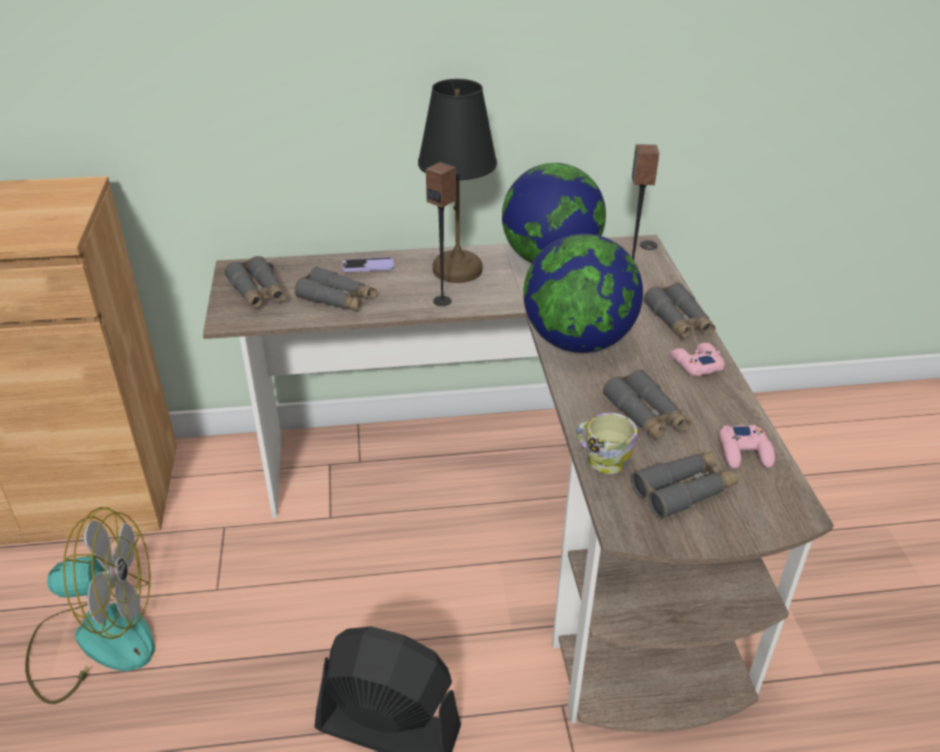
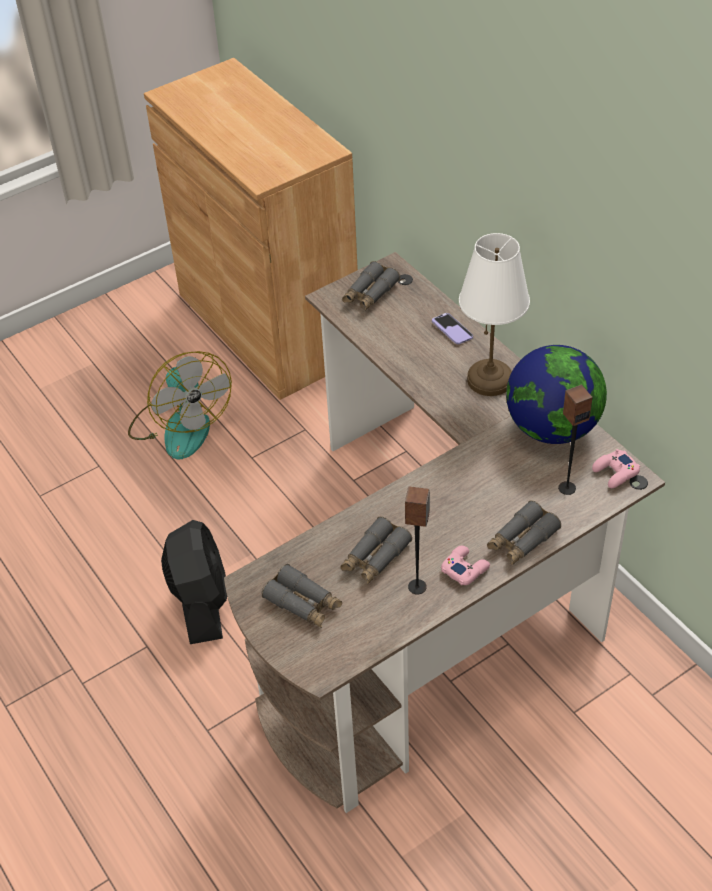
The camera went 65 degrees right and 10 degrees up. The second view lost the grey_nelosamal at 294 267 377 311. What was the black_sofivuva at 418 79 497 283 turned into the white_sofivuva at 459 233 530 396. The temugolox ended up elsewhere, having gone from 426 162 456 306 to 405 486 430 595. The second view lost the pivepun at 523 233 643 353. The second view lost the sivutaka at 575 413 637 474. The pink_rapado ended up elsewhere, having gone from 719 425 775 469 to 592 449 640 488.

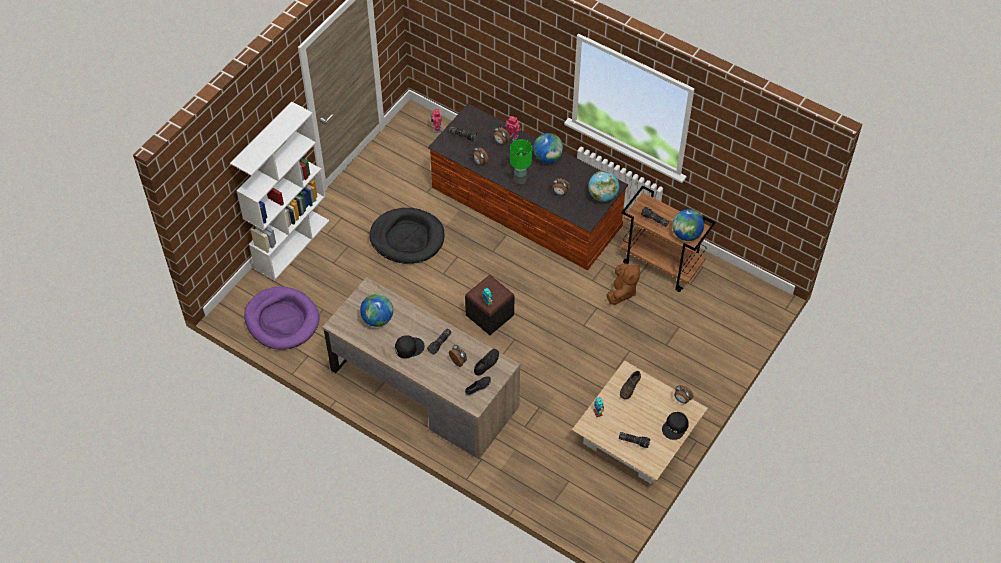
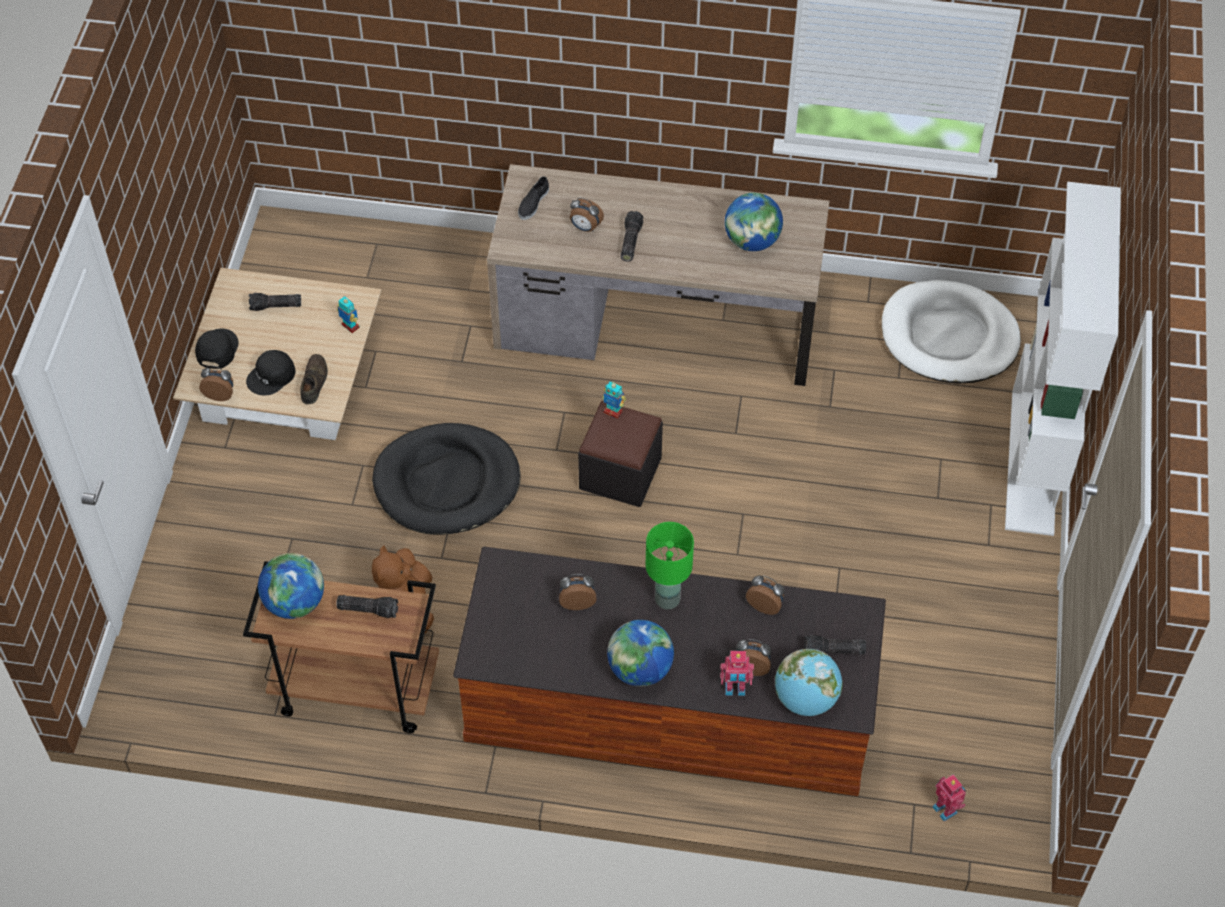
The camera went 155 degrees right and 0 degrees up. What was the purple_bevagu at 244 286 319 350 turned into the white_bevagu at 882 280 1021 384. The black_bevagu ended up elsewhere, having gone from 369 208 444 264 to 372 423 521 535. The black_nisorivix ended up elsewhere, having gone from 395 335 425 359 to 246 350 296 395. The second view lost the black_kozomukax at 474 349 499 375. The pivepun ended up elsewhere, having gone from 588 171 619 202 to 775 649 843 716.

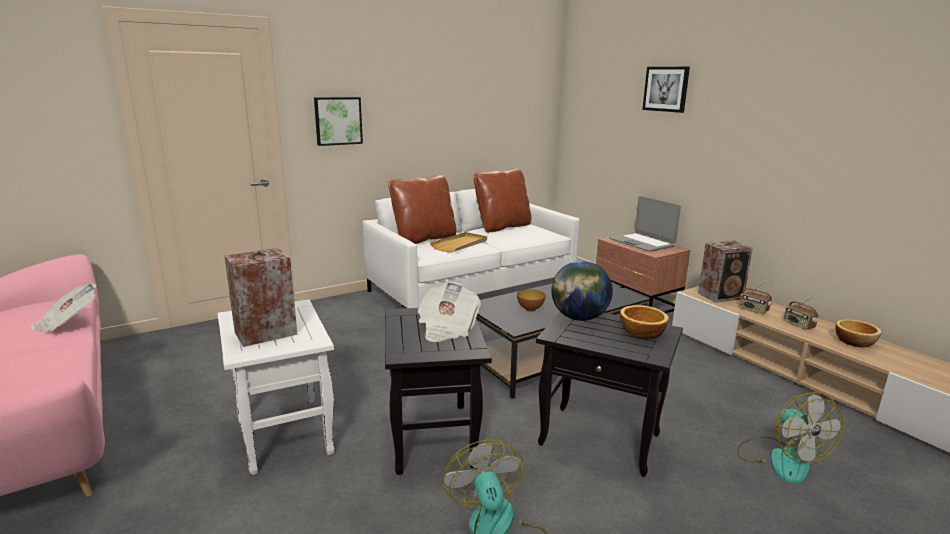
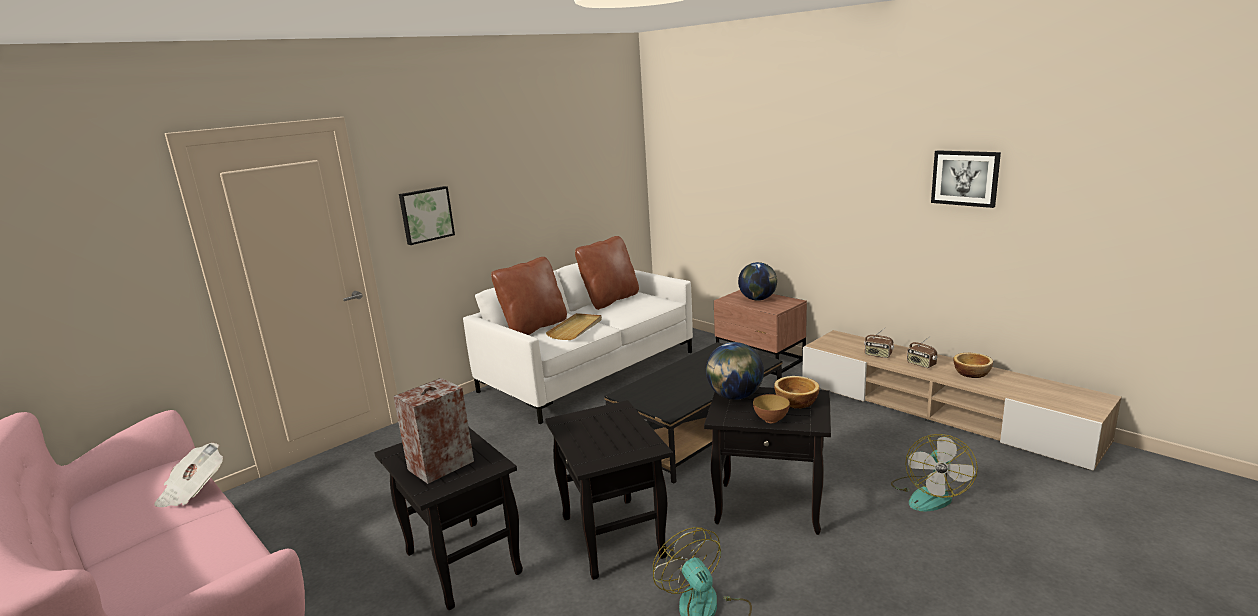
The camera went 10 degrees left and 0 degrees up. What was the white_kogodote at 217 299 335 475 turned into the black_kogodote at 375 428 523 610. The second view lost the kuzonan at 417 282 481 342. The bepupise ended up elsewhere, having gone from 517 290 546 312 to 753 394 790 423. Where the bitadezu stood at 609 196 681 251, the pivepun came to stand at 738 262 777 301. The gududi ended up elsewhere, having gone from 642 67 690 113 to 931 150 1001 208. The second view lost the temugolox at 698 241 753 303. The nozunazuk at 737 392 844 484 ended up facing another way, 45 degrees clockwise from before.

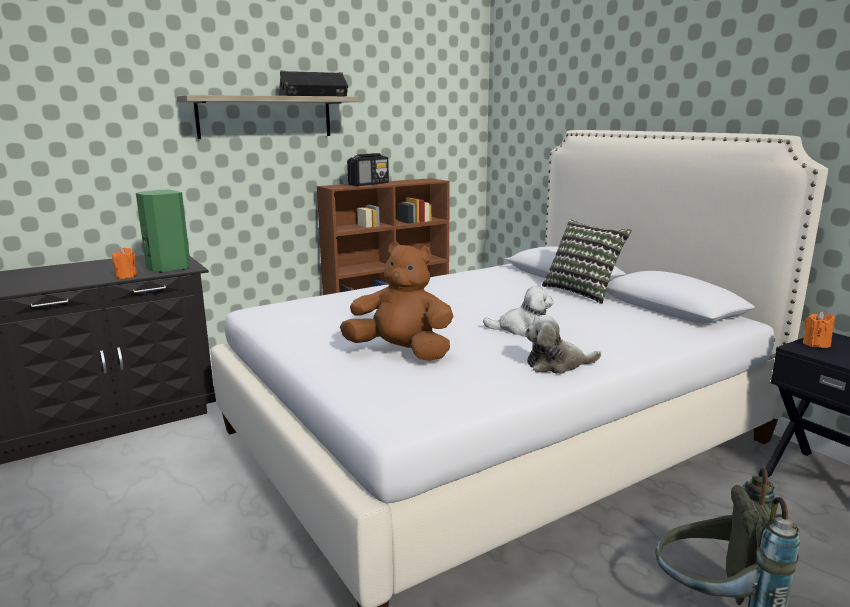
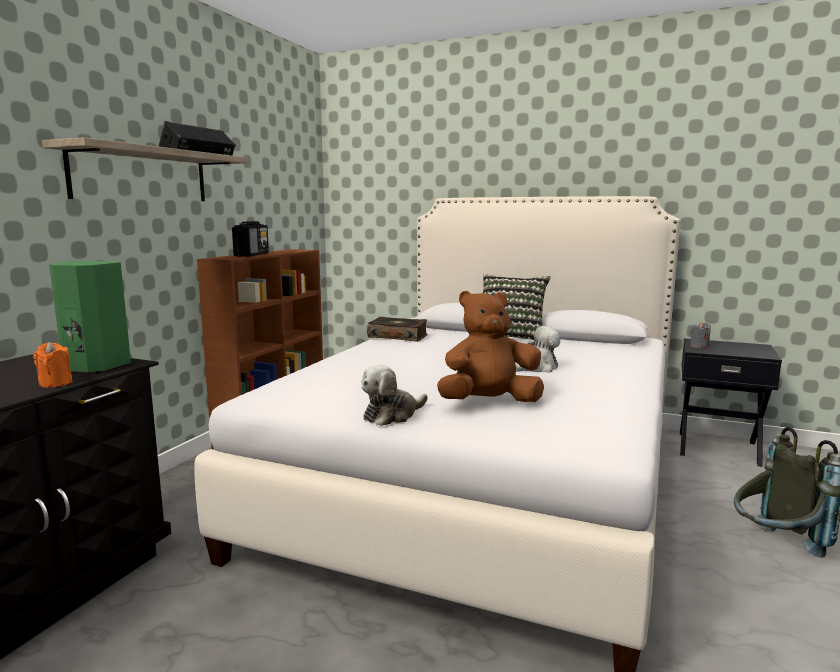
The camera went 35 degrees left and 5 degrees down. The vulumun ended up elsewhere, having gone from 525 315 601 374 to 362 365 428 426. What was the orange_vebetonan at 803 311 835 348 turned into the grey_vebetonan at 690 322 711 348. The second view gained the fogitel at 367 317 428 342.

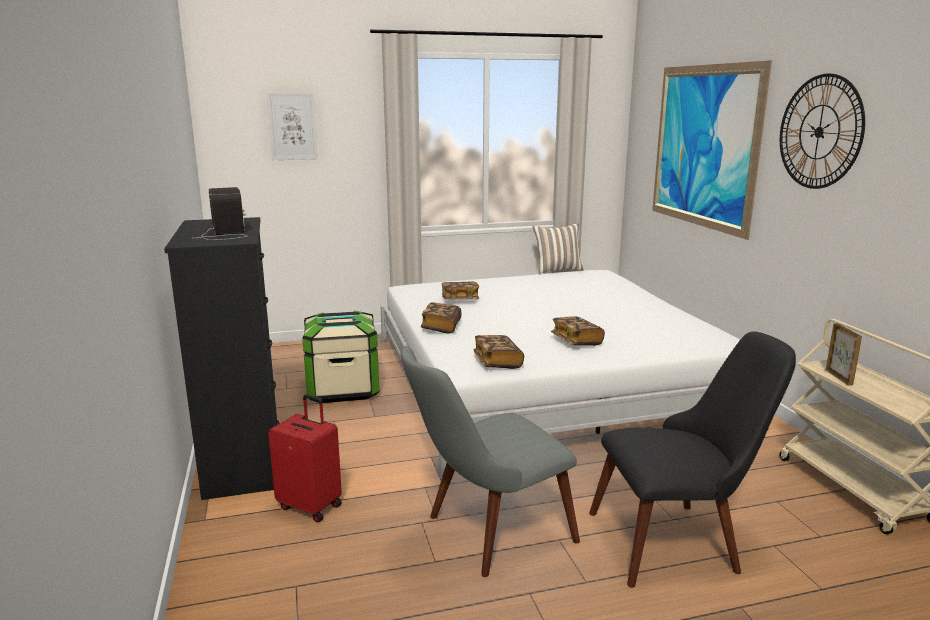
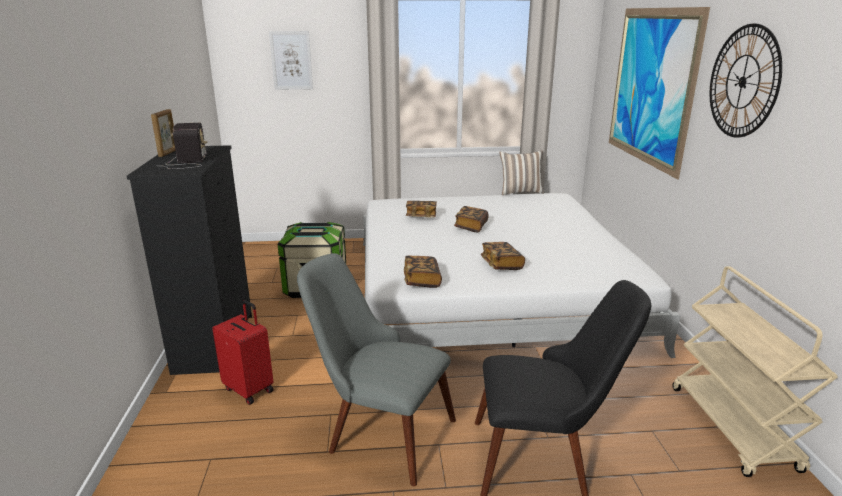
The camera went 10 degrees right and 5 degrees up. The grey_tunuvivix at 401 346 580 577 ended up facing another way, 45 degrees clockwise from before. The fogitel ended up elsewhere, having gone from 421 302 462 333 to 454 206 488 232. The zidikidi ended up elsewhere, having gone from 826 323 862 386 to 151 109 176 157.

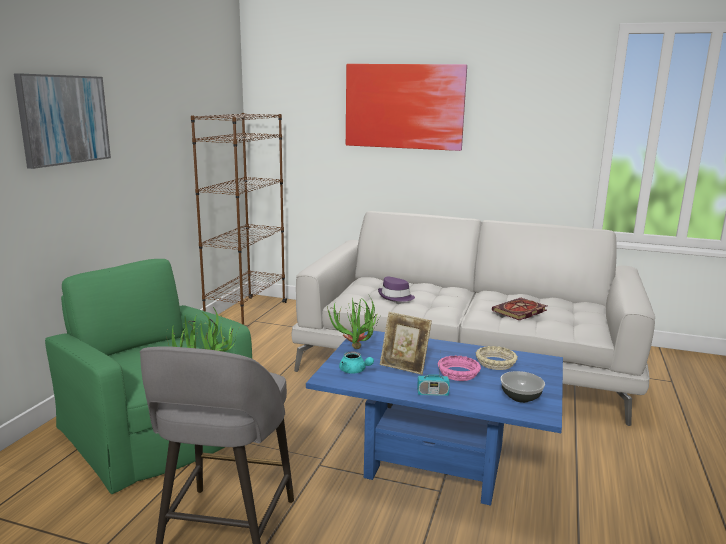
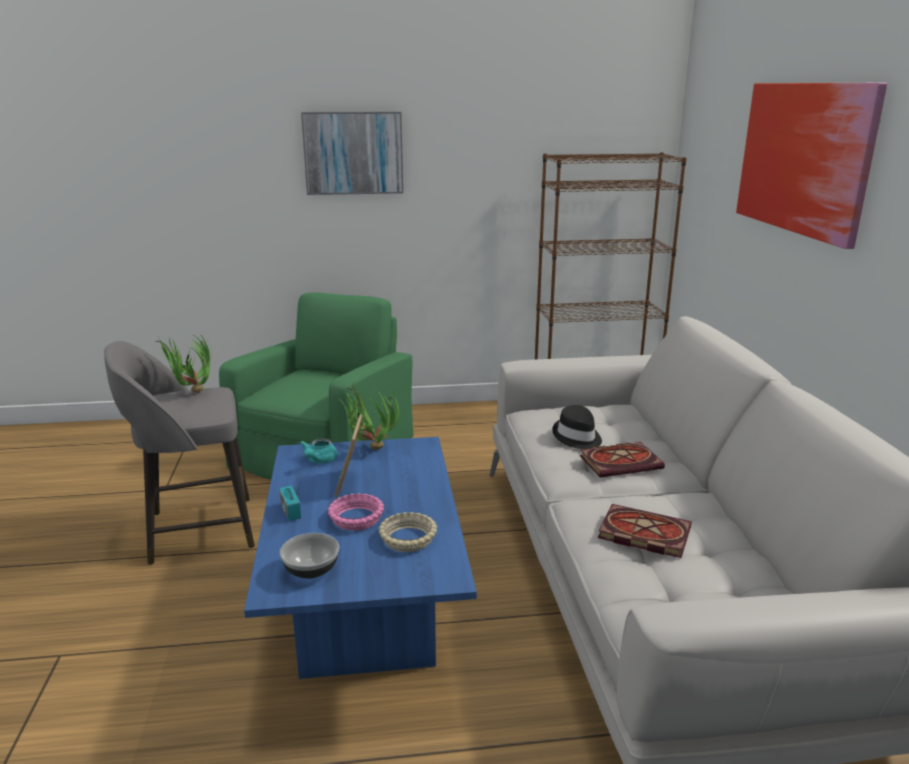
The camera went 65 degrees right and 5 degrees up. What was the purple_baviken at 378 277 415 302 turned into the black_baviken at 552 405 602 449. The second view gained the fogitel at 580 442 665 478.

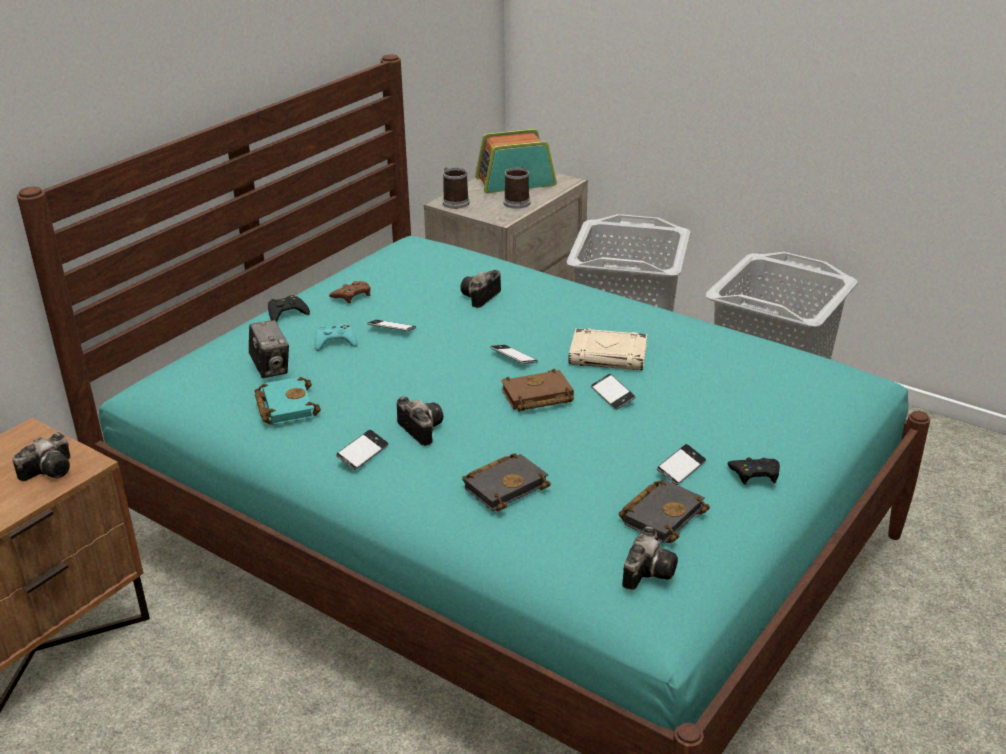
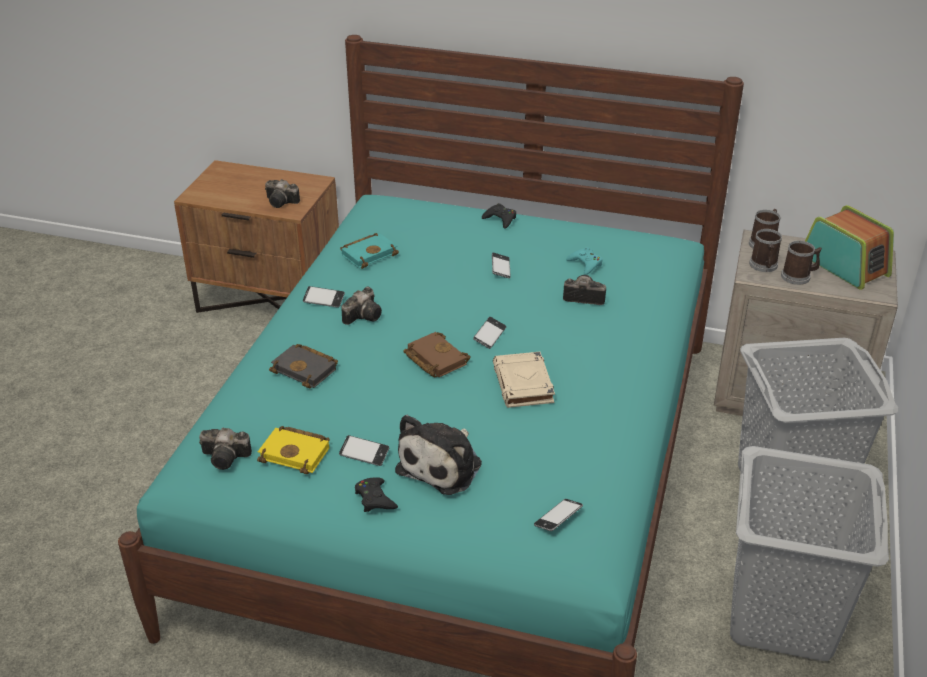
The camera went 70 degrees right and 5 degrees up. The second view lost the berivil at 249 320 289 378. The turquoise_rapado ended up elsewhere, having gone from 314 324 357 351 to 566 247 603 275. The second view lost the brown_rapado at 329 281 371 303. The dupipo ended up elsewhere, having gone from 591 374 636 410 to 534 499 583 531. What was the black_fogitel at 619 480 710 544 turned into the yellow_fogitel at 257 426 330 474. The second view gained the vulumun at 395 414 482 495. The second view gained the sivutaka at 749 229 782 272.

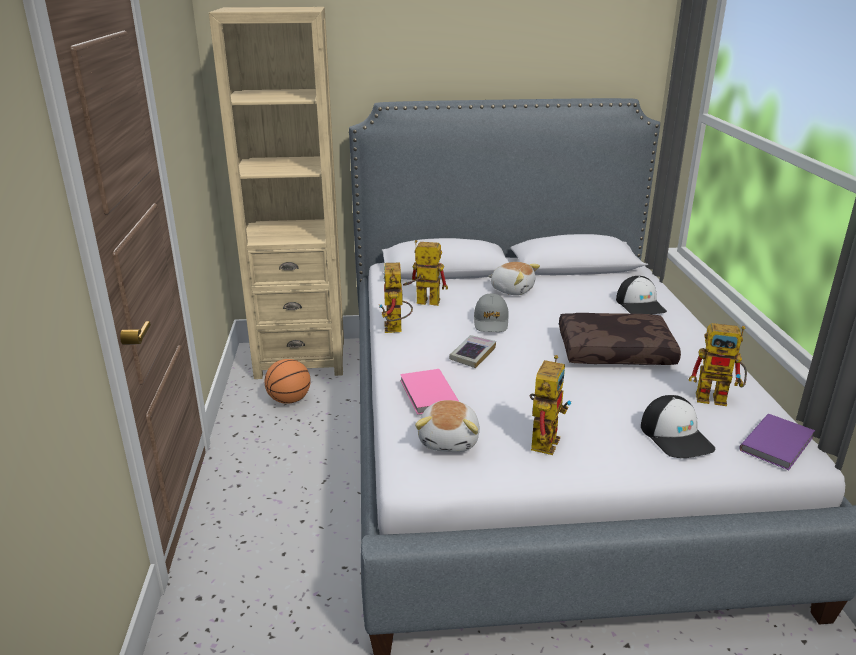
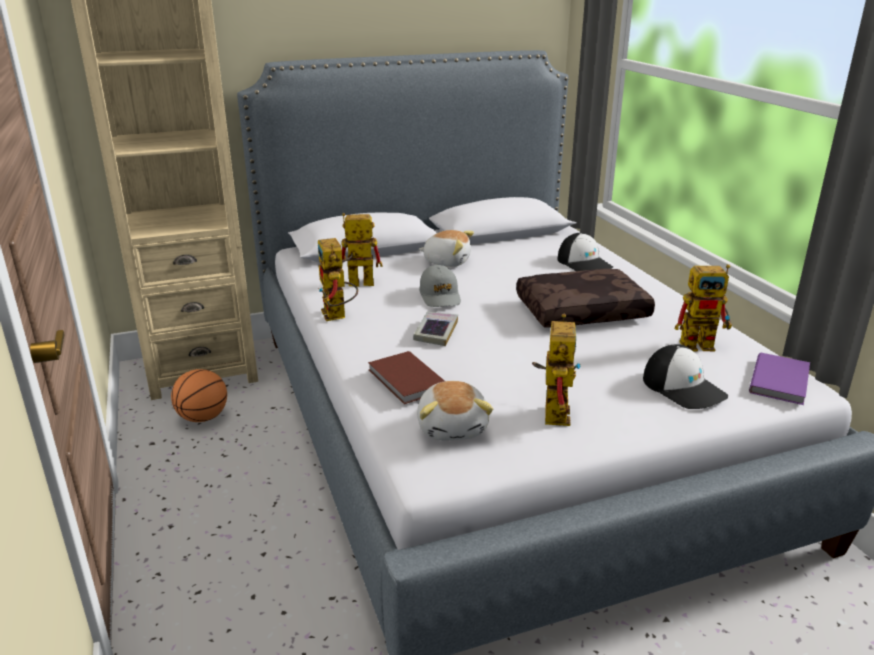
The camera went 15 degrees left and 0 degrees up. What was the pink_fogitel at 400 369 459 415 turned into the brown_fogitel at 368 351 445 404.

